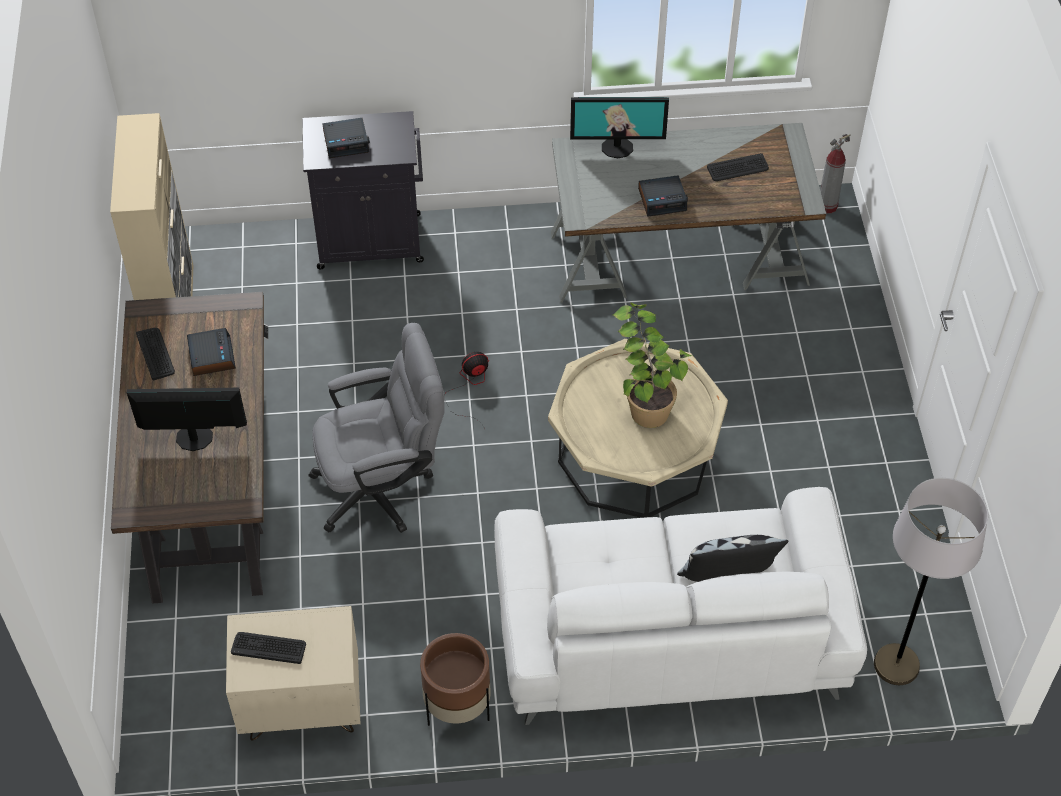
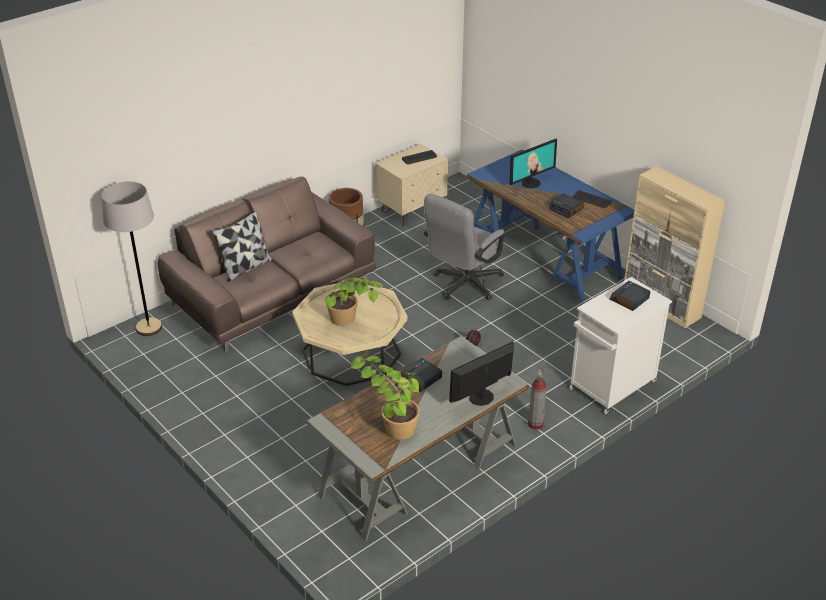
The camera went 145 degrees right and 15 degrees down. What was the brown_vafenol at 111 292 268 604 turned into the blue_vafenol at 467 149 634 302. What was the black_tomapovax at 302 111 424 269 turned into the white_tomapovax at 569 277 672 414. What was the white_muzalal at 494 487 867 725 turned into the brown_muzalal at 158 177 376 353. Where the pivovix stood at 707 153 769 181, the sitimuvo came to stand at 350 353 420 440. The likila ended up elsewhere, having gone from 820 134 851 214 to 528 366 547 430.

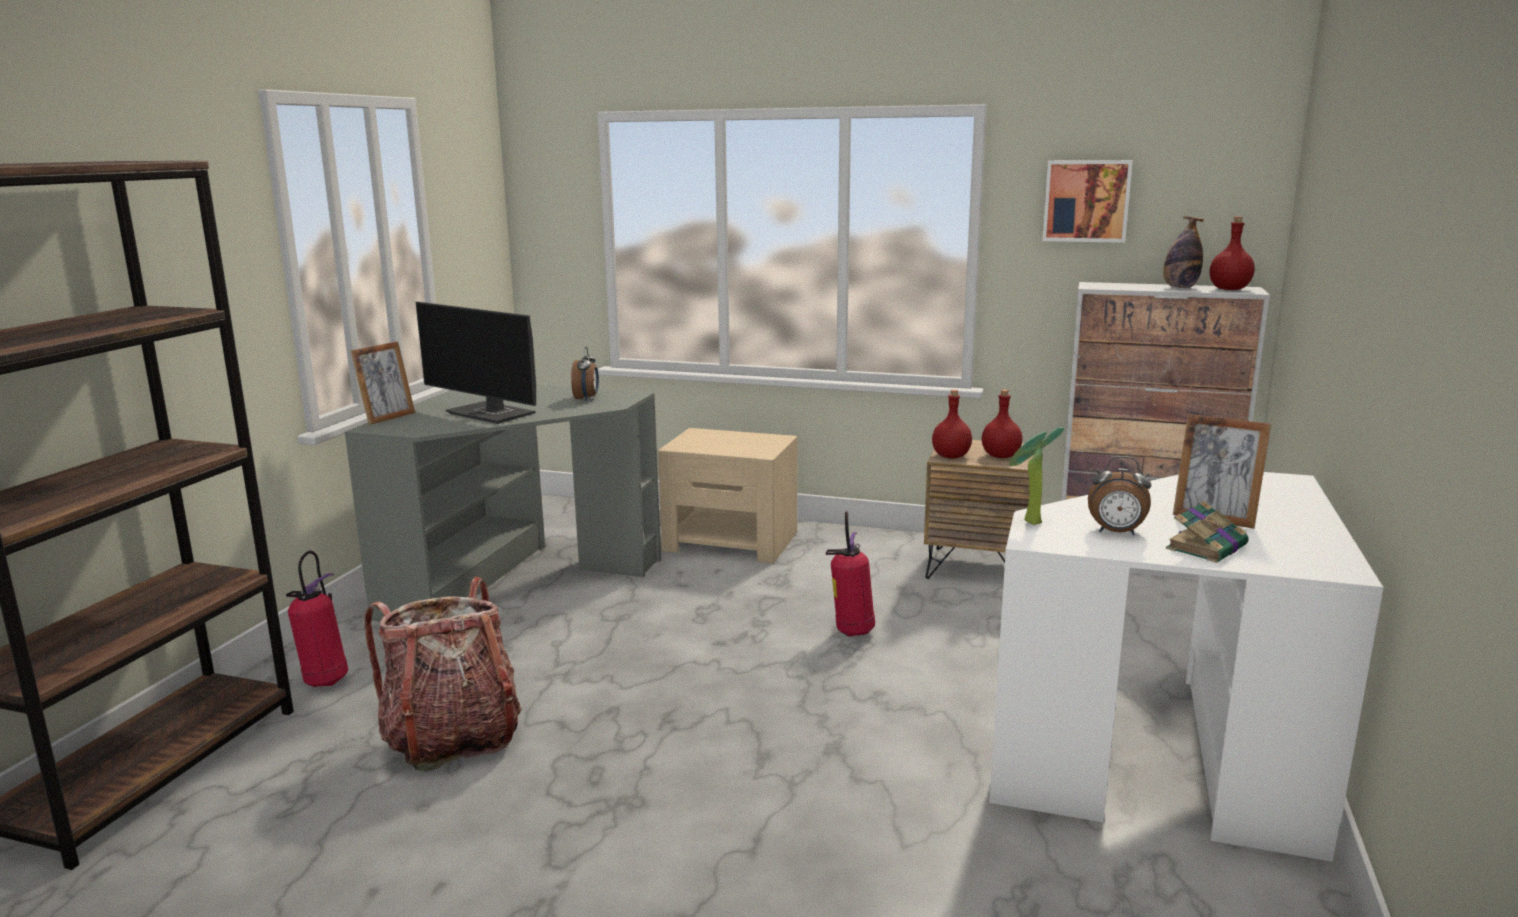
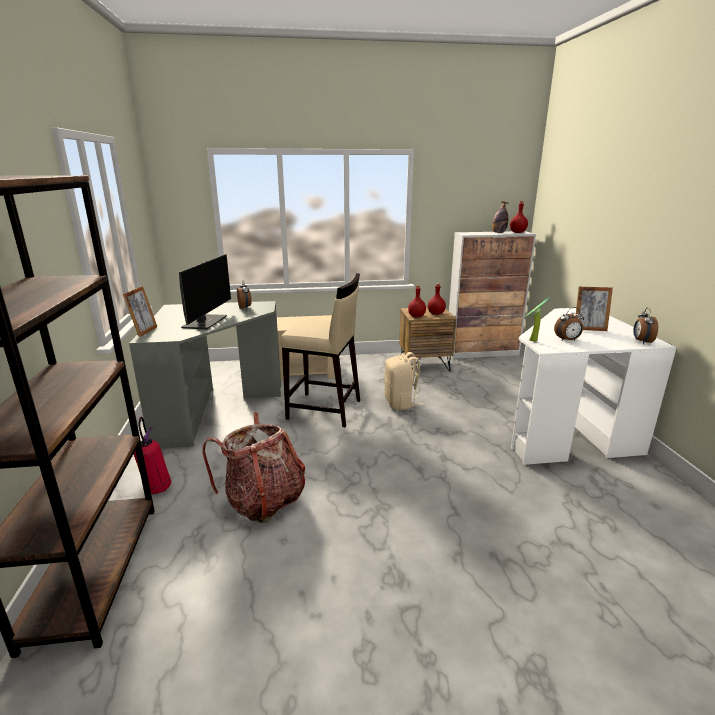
The camera went 25 degrees left and 5 degrees up. The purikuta at 416 302 536 424 ended up facing another way, 90 degrees counterclockwise from before. Where the likila stood at 826 511 875 637, the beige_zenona came to stand at 384 352 424 410. The second view lost the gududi at 1042 160 1133 243. The second view lost the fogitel at 1166 501 1249 563. The second view gained the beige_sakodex at 280 273 360 428. The second view gained the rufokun at 633 308 658 344.

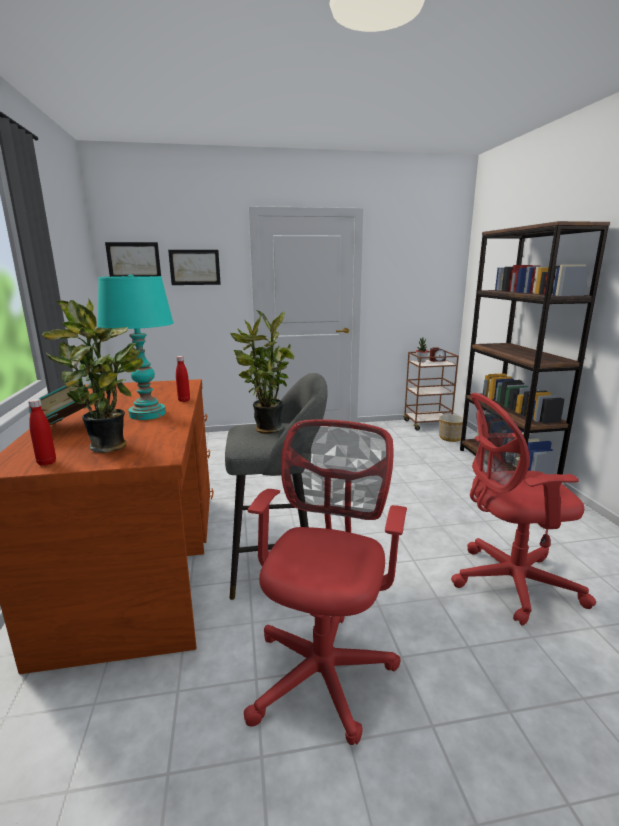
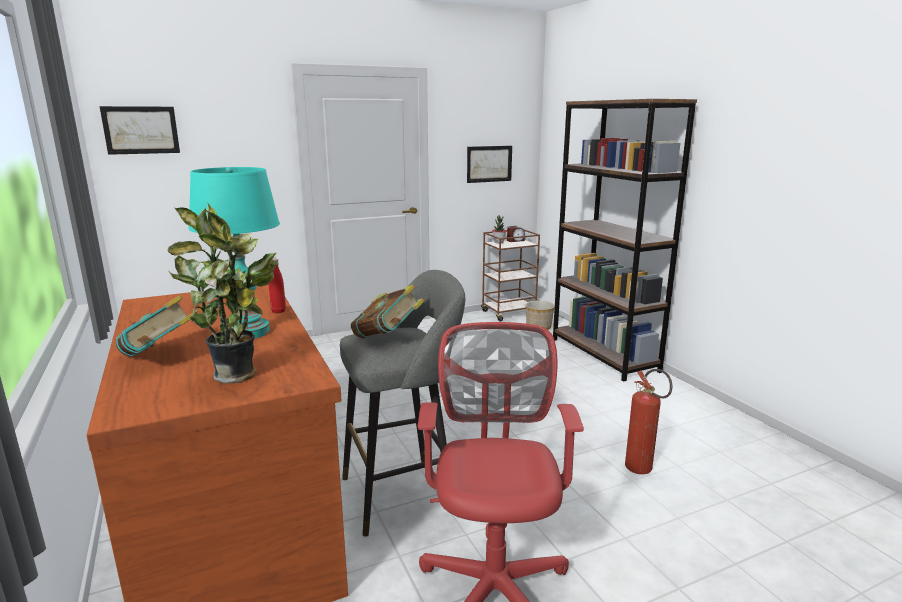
The camera went 15 degrees left and 0 degrees up. The second view lost the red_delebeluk at 28 399 56 466. The gududi ended up elsewhere, having gone from 168 250 221 285 to 467 146 512 183. Where the sitimuvo stood at 230 310 294 434, the fogitel came to stand at 351 285 424 339. Where the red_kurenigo stood at 451 393 596 626, the likila came to stand at 625 369 672 474.

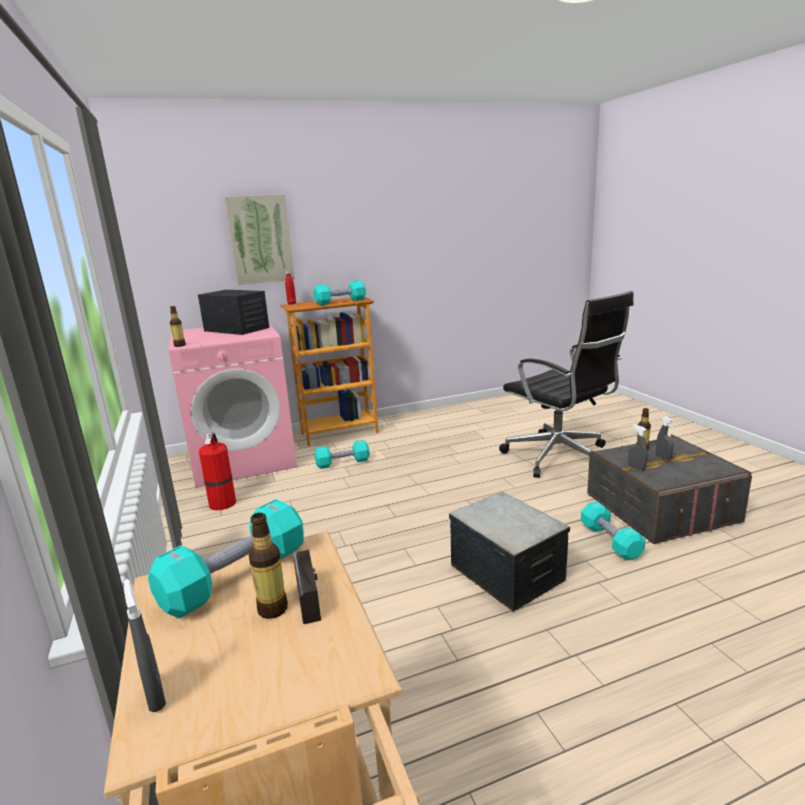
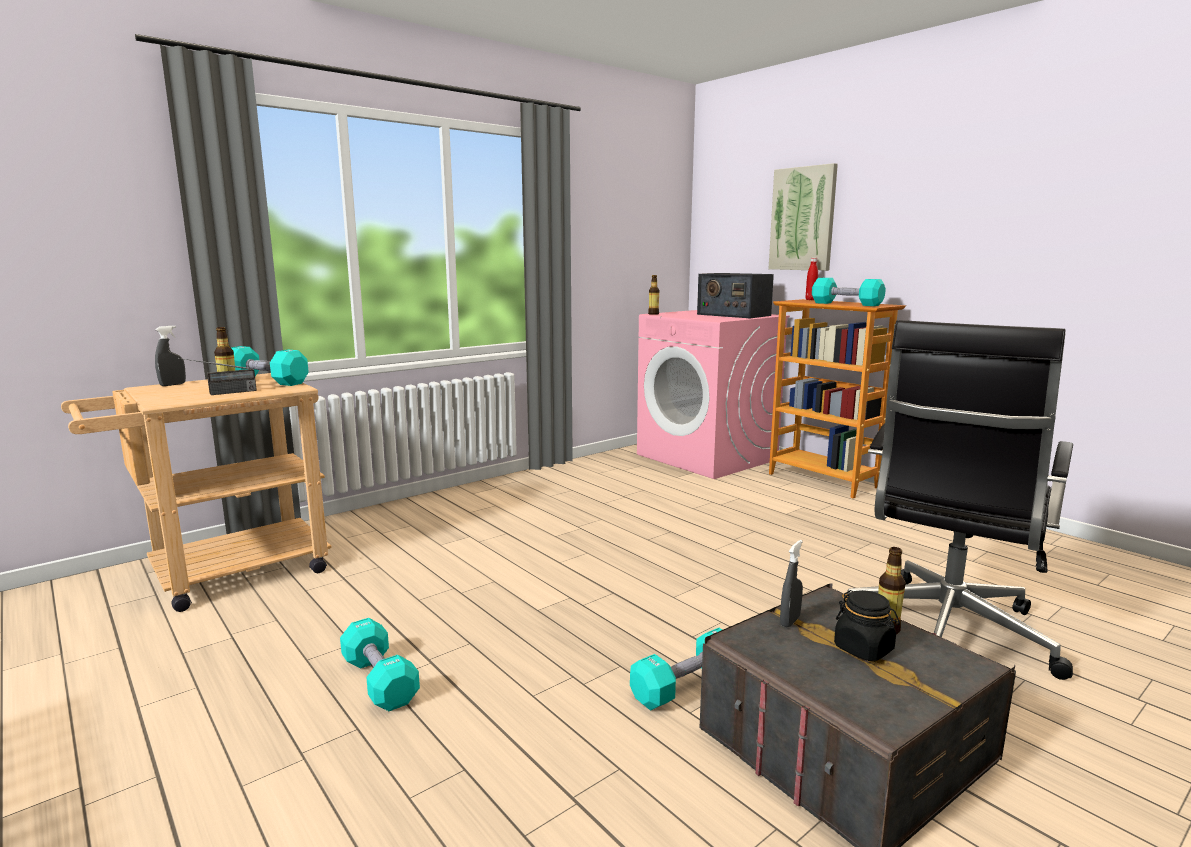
The camera went 70 degrees right and 5 degrees down. The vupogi at 198 290 269 335 ended up facing another way, 120 degrees clockwise from before. The second view lost the likila at 199 432 236 510. The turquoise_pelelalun ended up elsewhere, having gone from 315 440 370 469 to 340 618 420 711. The second view lost the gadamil at 449 492 570 612. Where the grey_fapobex stood at 656 416 674 461, the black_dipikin came to stand at 834 590 900 661.

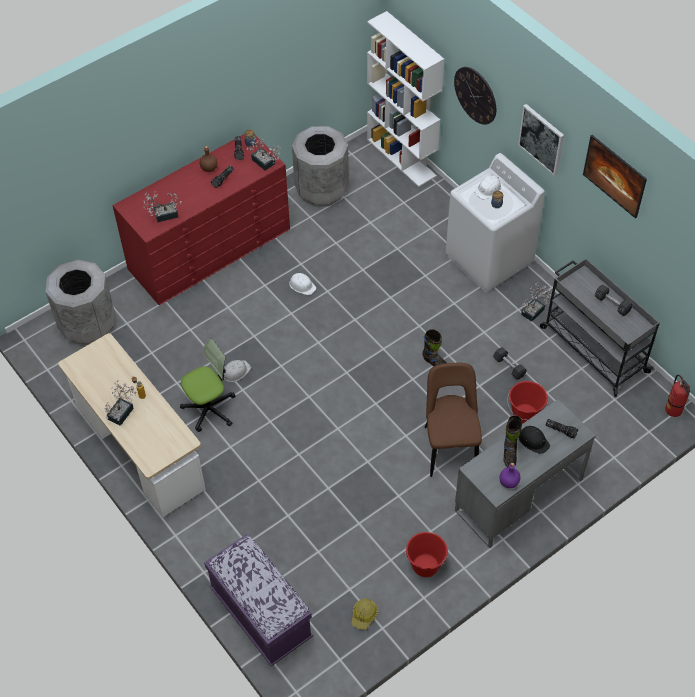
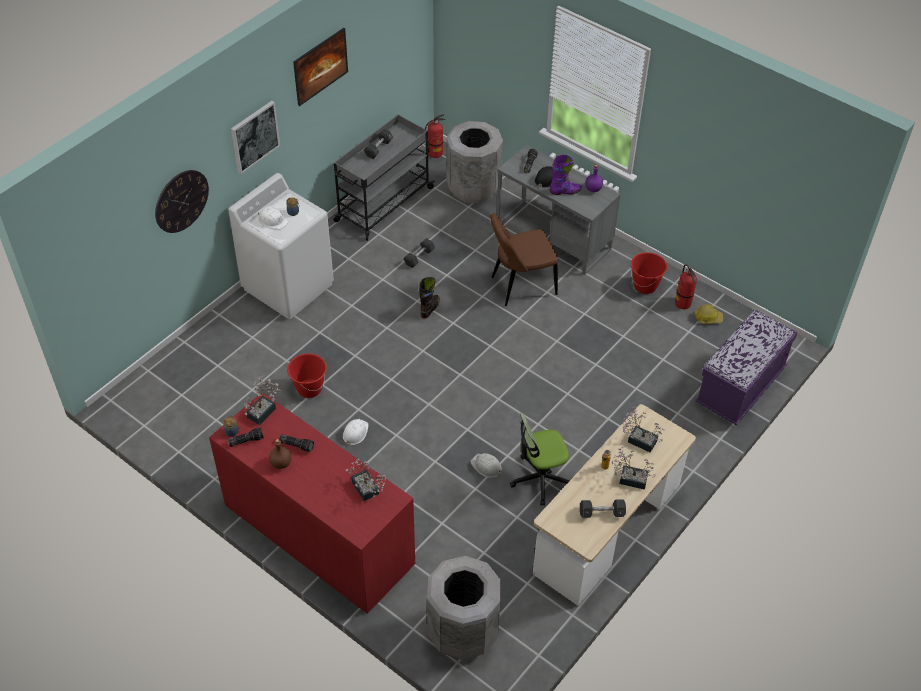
The camera went 105 degrees left and 5 degrees down. The kurenigo at 180 339 235 432 ended up facing another way, 60 degrees counterclockwise from before. The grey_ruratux ended up elsewhere, having gone from 292 126 349 206 to 446 121 503 203. The second view lost the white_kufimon at 367 11 444 187. What was the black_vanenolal at 503 415 522 467 turned into the purple_vanenolal at 550 155 582 195. The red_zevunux ended up elsewhere, having gone from 507 381 548 423 to 287 353 327 398. The sitimuvo ended up elsewhere, having gone from 521 282 552 322 to 623 407 664 453. The second view gained the black_pelelalun at 580 499 626 518. The second view gained the likila at 675 264 697 309.

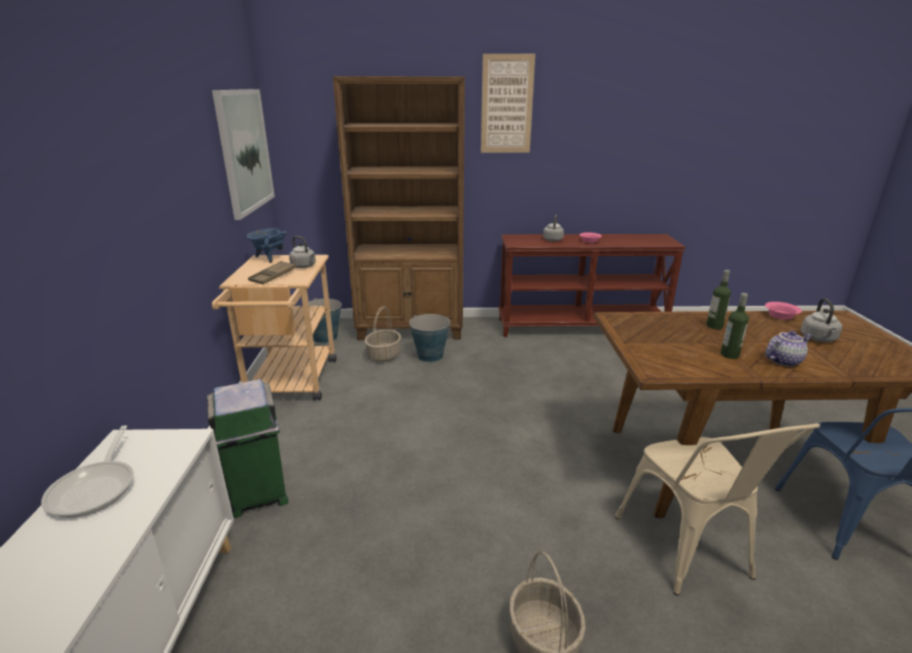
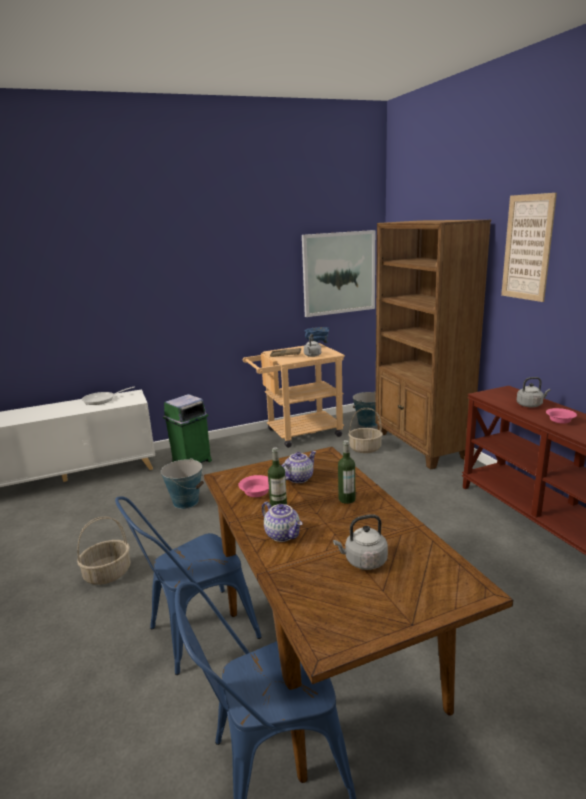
The camera went 70 degrees right and 5 degrees down. The zevunux ended up elsewhere, having gone from 409 314 451 362 to 161 458 204 509. What was the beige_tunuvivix at 615 423 820 595 turned into the blue_tunuvivix at 115 496 262 675. The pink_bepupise ended up elsewhere, having gone from 765 302 802 320 to 238 475 269 497. The second view gained the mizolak at 282 451 316 483.

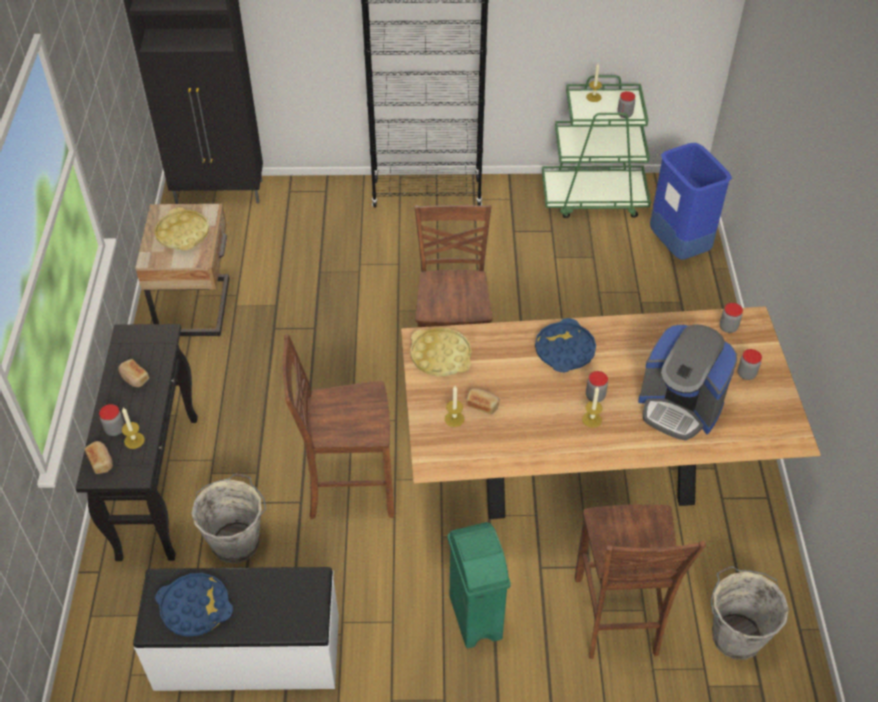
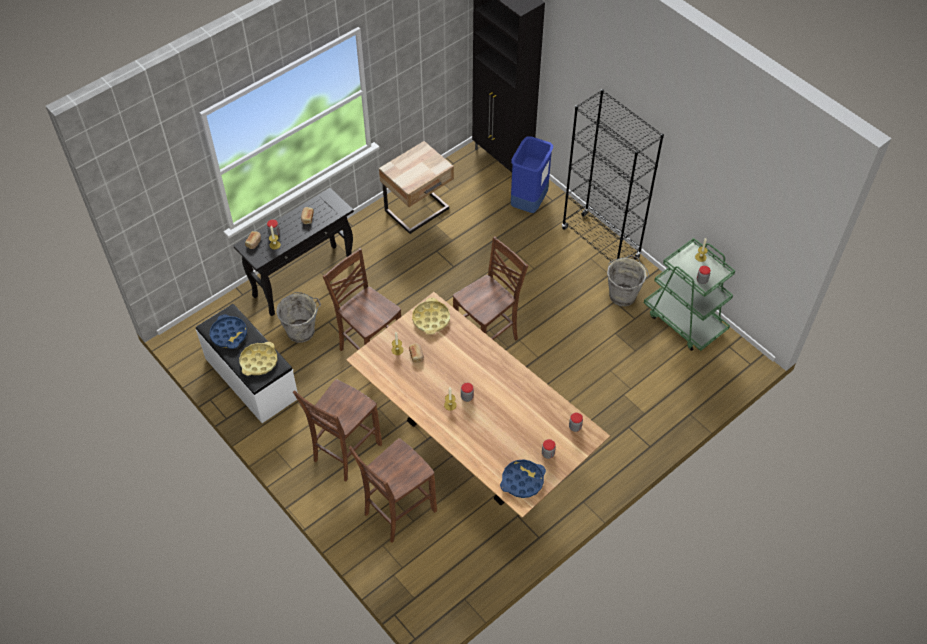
The camera went 50 degrees right and 5 degrees up. The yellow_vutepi ended up elsewhere, having gone from 155 207 209 250 to 239 342 277 376. Where the green_ruratux stood at 448 522 511 648, the brown_tunuvivix came to stand at 293 379 382 482. The blue_vutepi ended up elsewhere, having gone from 535 318 596 372 to 500 459 546 498. The second view lost the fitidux at 638 324 737 441. The blue_ruratux ended up elsewhere, having gone from 650 143 732 260 to 511 136 553 213. The grey_zevunux ended up elsewhere, having gone from 711 566 789 660 to 607 255 649 306.

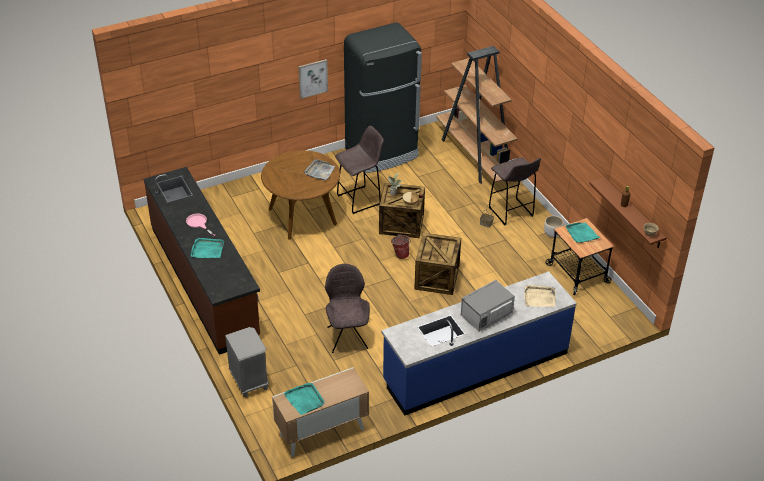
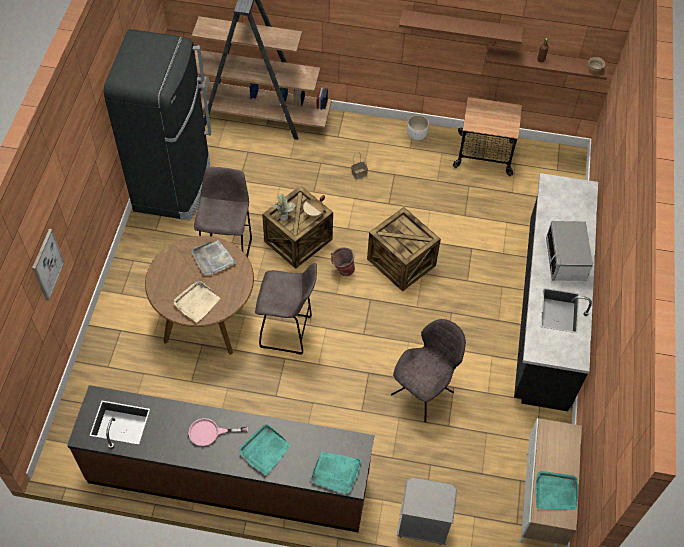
The camera went 55 degrees left and 15 degrees up. The gududi ended up elsewhere, having gone from 298 59 328 99 to 32 229 65 301. The grey_tunuvivix at 325 264 370 353 ended up facing another way, 105 degrees clockwise from before. What was the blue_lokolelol at 382 271 577 416 turned into the black_lokolelol at 514 173 598 411. The grey_sakodex ended up elsewhere, having gone from 489 158 541 226 to 255 263 317 355. The beige_vutepi ended up elsewhere, having gone from 524 285 556 307 to 174 281 220 323. The turquoise_vutepi ended up elsewhere, having gone from 566 223 600 243 to 310 452 362 494. The second view gained the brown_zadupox at 399 10 523 44.

